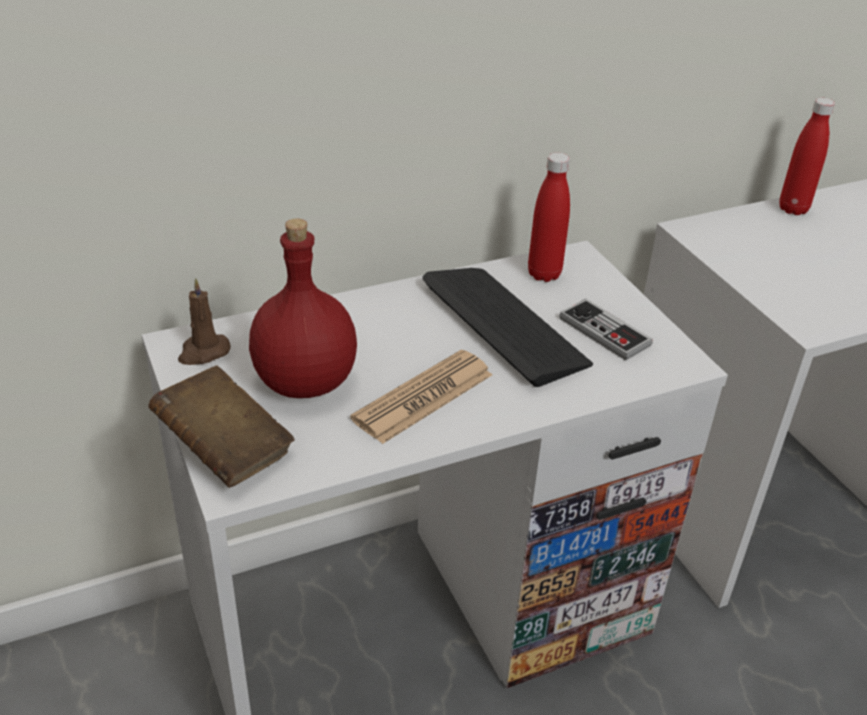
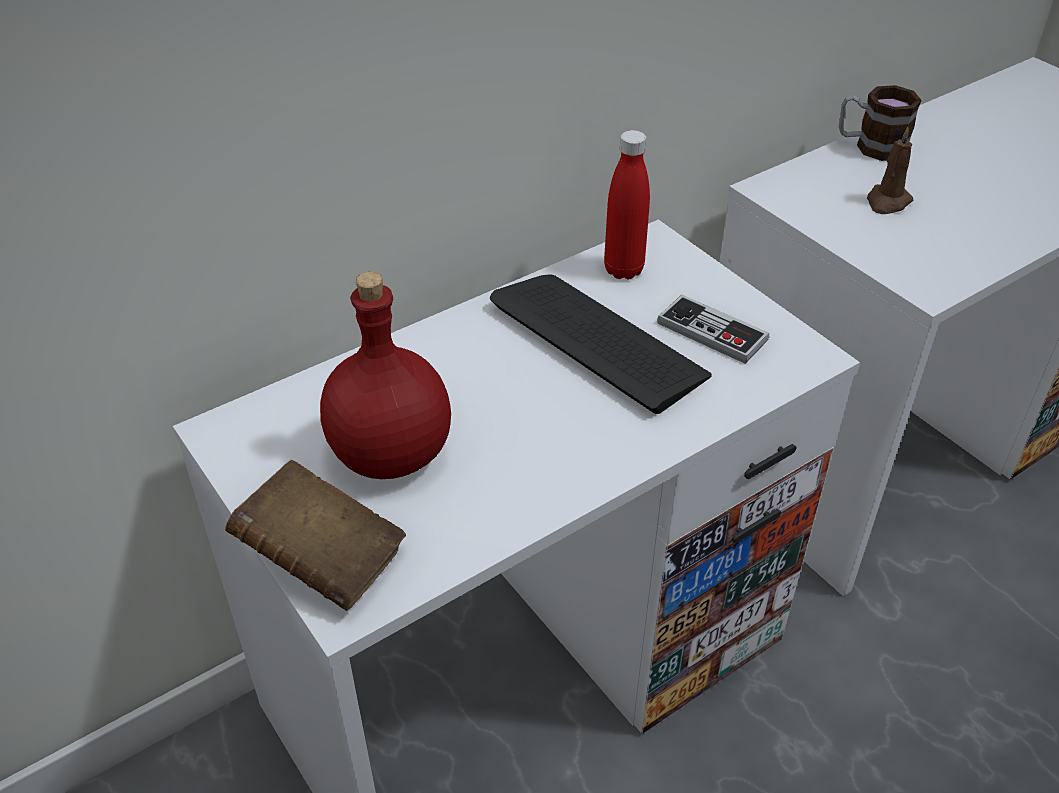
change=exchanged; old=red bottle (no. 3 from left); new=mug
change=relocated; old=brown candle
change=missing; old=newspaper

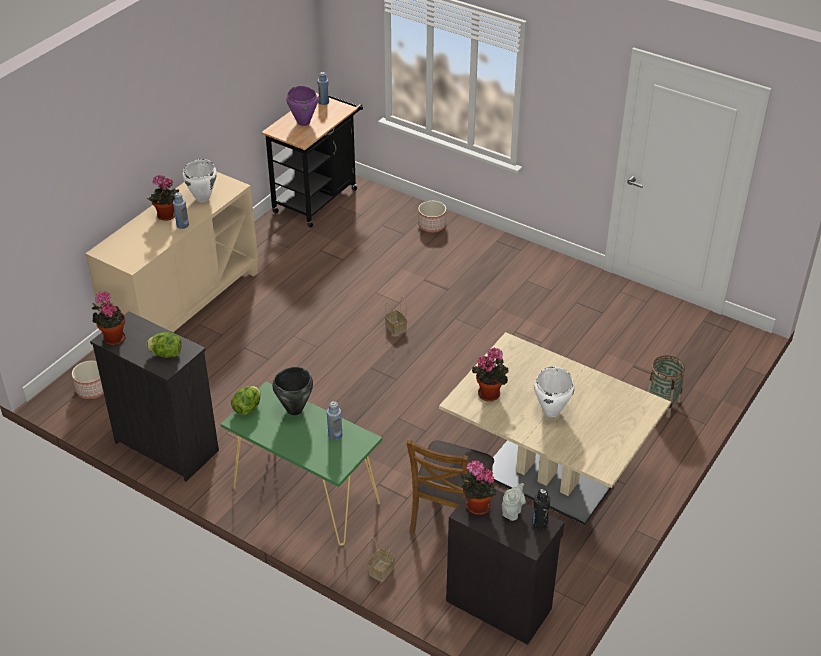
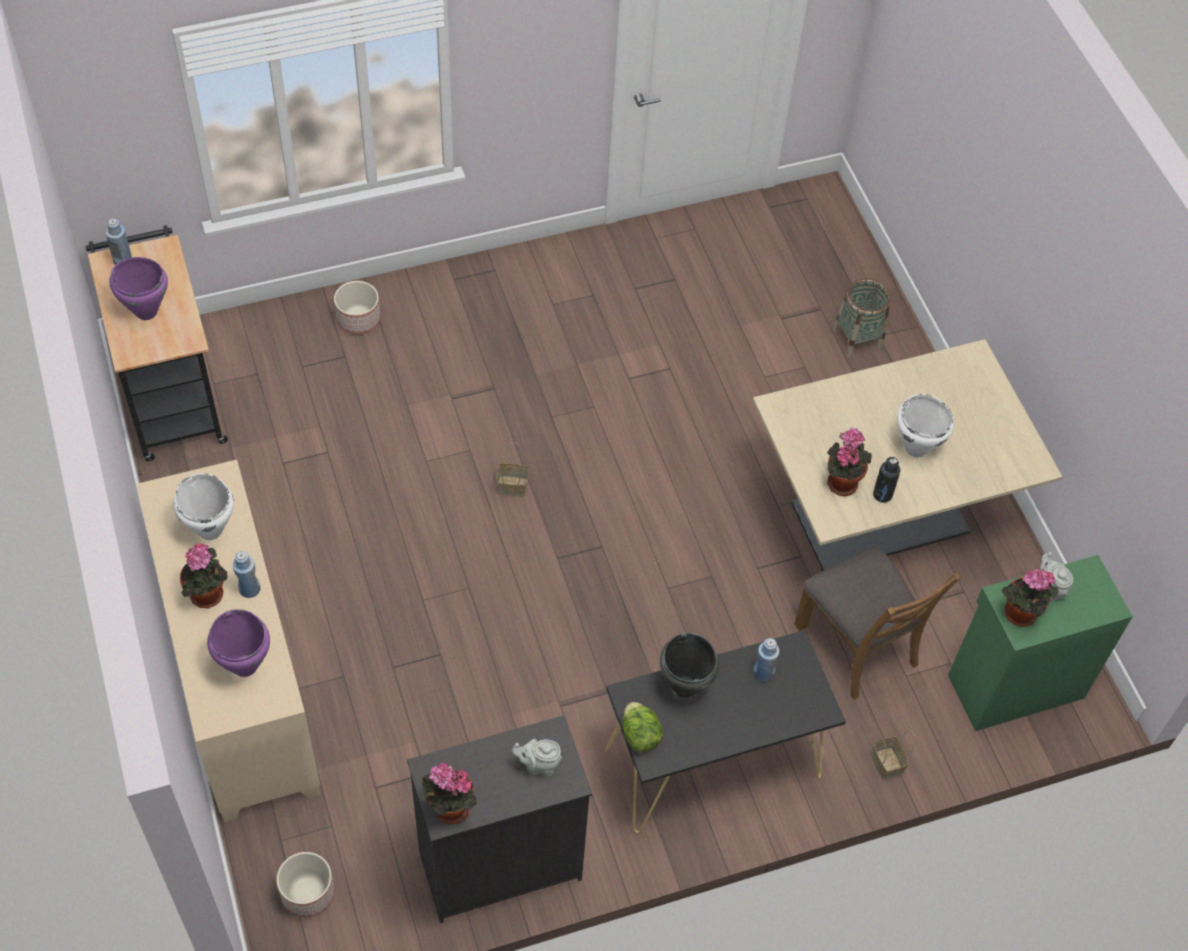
change=exchanged; old=lettuce (no. 1 from left); new=grey teapot (no. 1 from left)
change=colour; old=green console table; new=black console table
change=colour; old=black cabinet; new=green cabinet
change=relocated; old=black bottle
change=appeared; new=purple cooking pot (no. 2 from left)

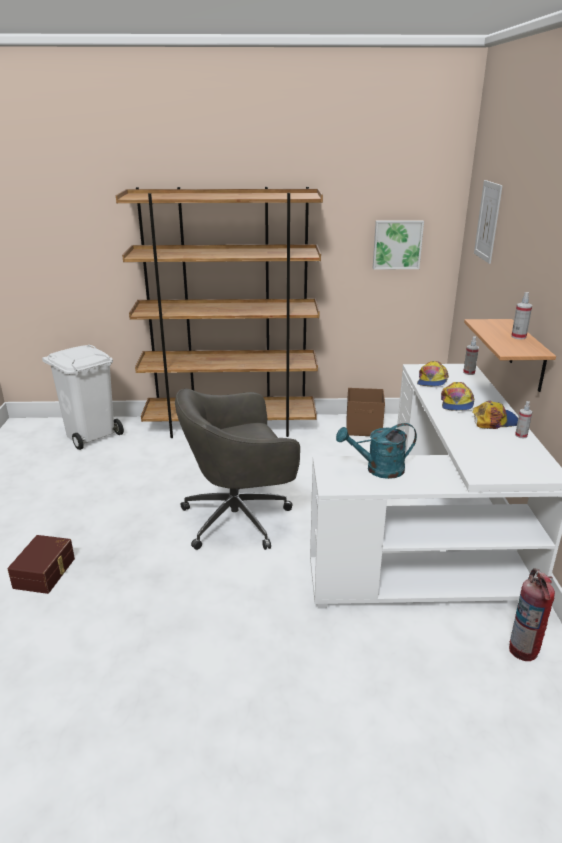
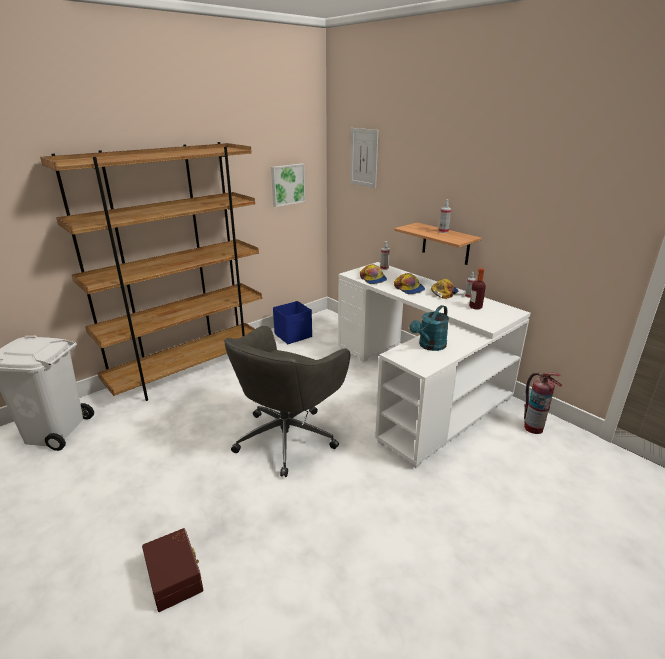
change=colour; old=brown storage box (no. 2 from left); new=blue storage box
change=appeared; new=bottle

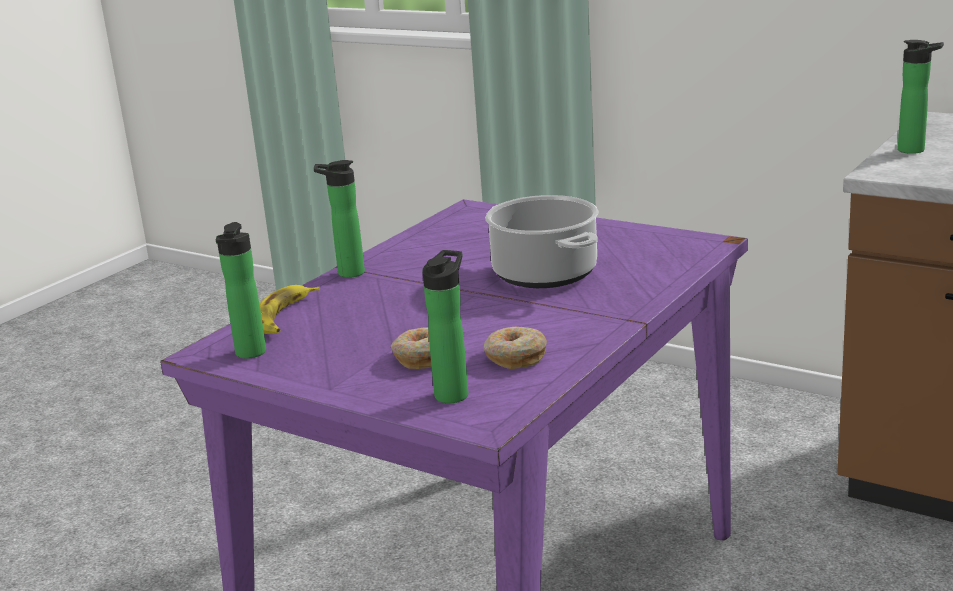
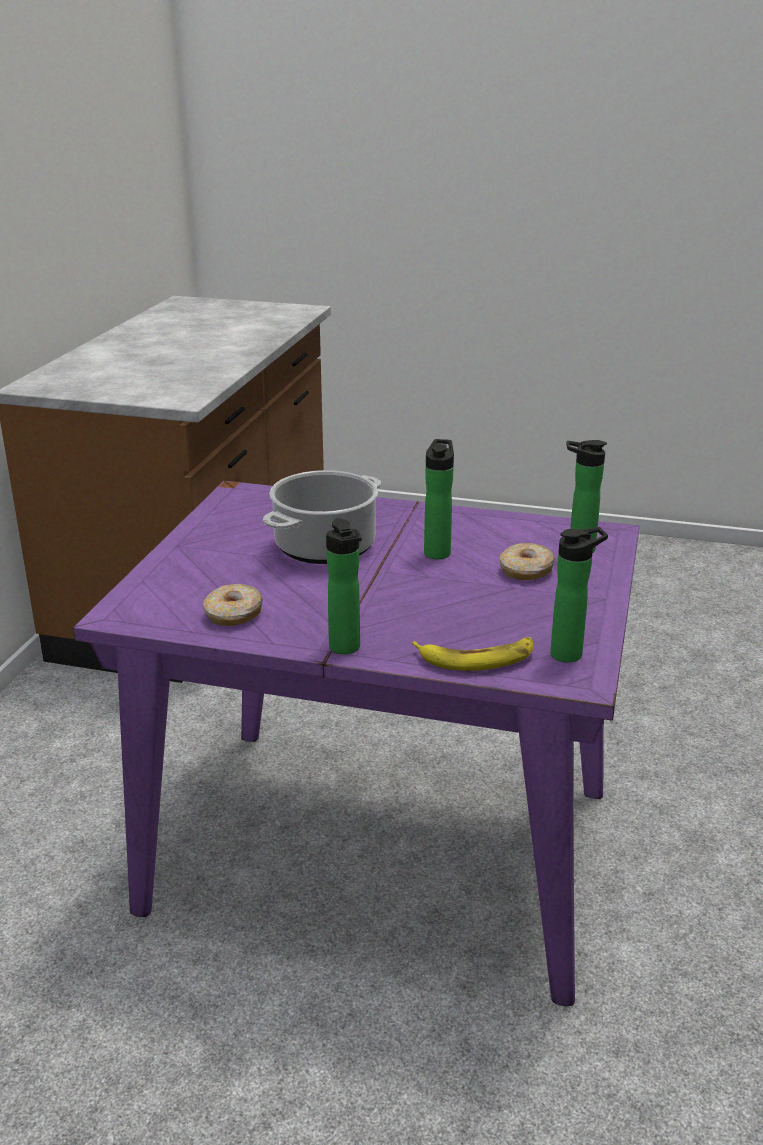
change=relocated; old=bottle (no. 4 from left in the first image); new=bottle (no. 2 from left)
change=relocated; old=donut (no. 2 from left in the first image); new=donut (no. 1 from left)

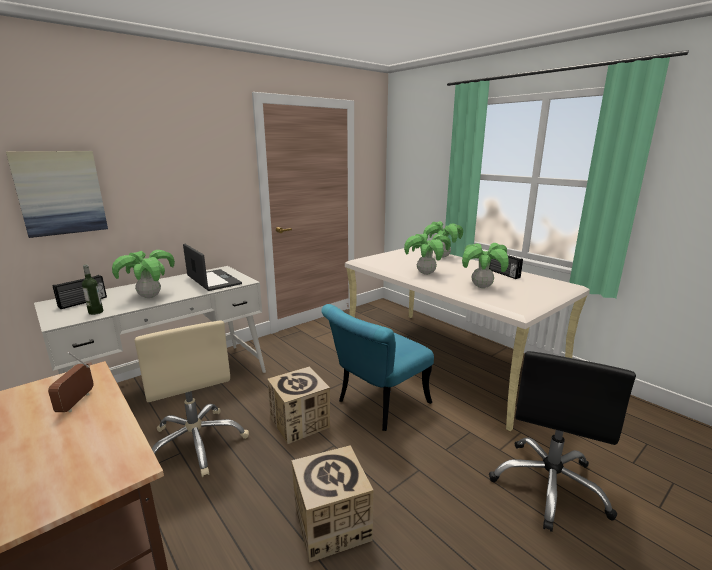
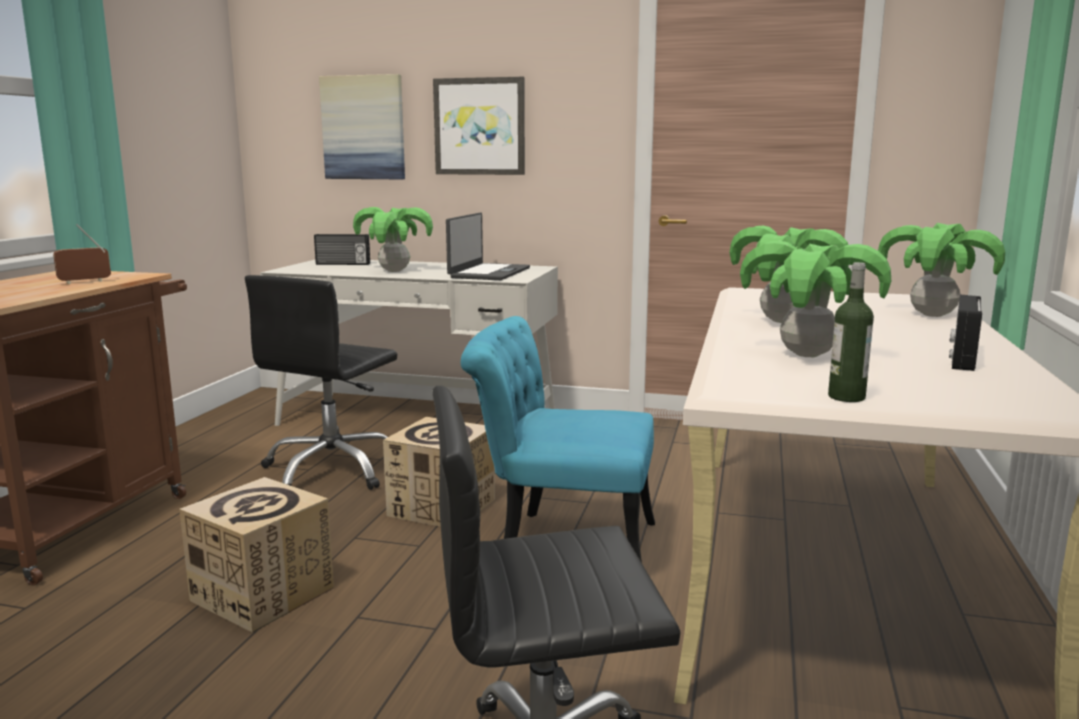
change=relocated; old=bottle
change=colour; old=beige office chair; new=black office chair (no. 1 from left)
change=appeared; new=picture (no. 2 from left)

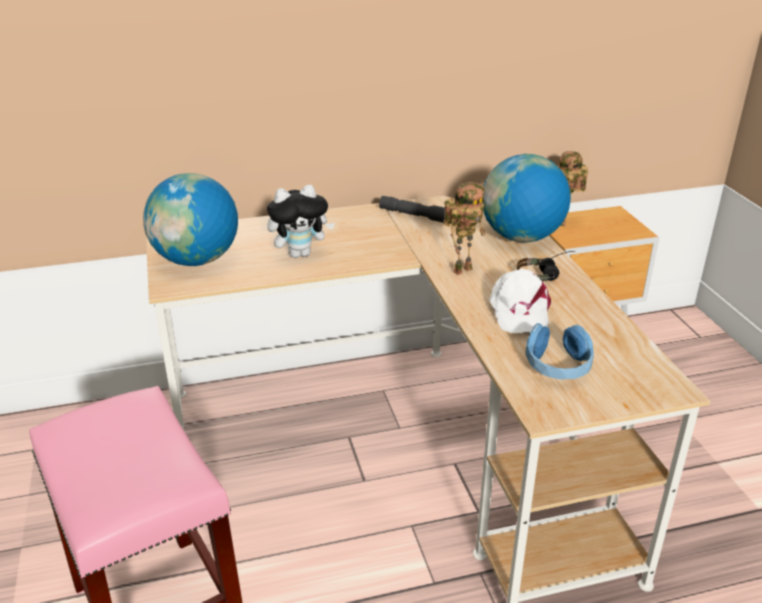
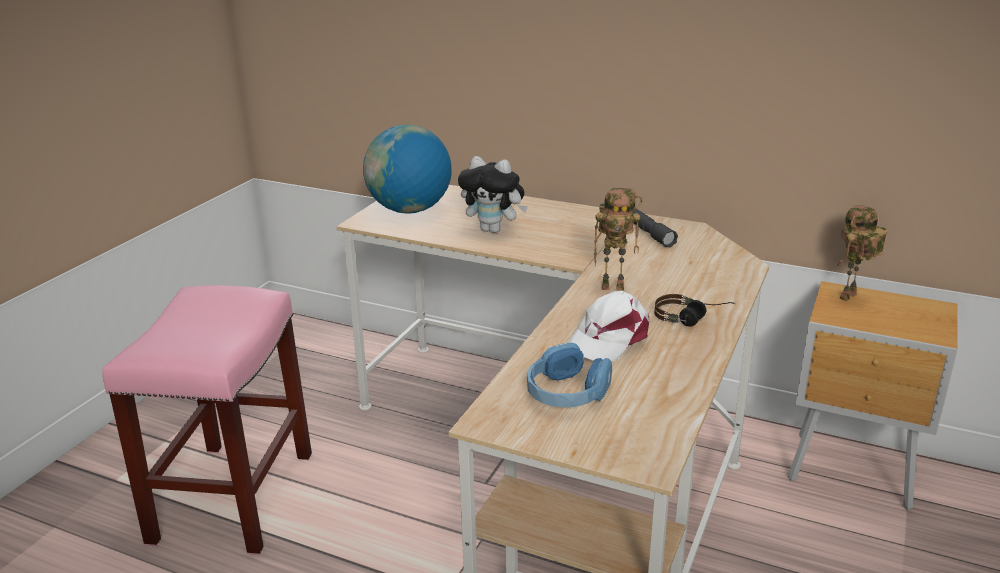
change=missing; old=globe (no. 2 from left)

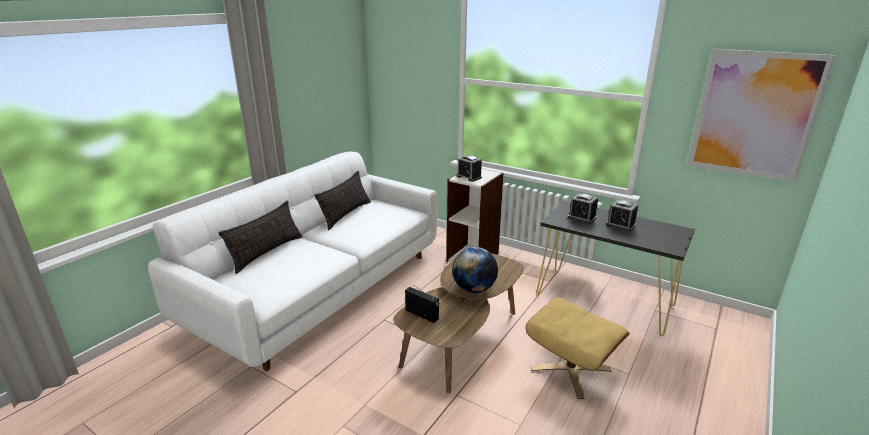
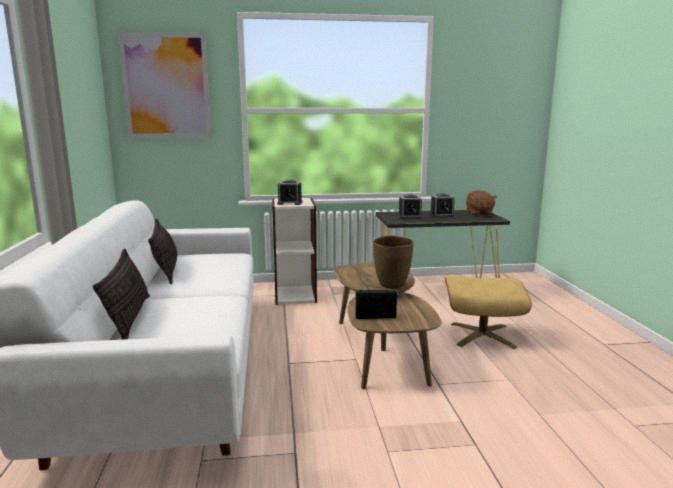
change=relocated; old=picture
change=exchanged; old=globe; new=brown vase
change=appeared; new=brown plush toy

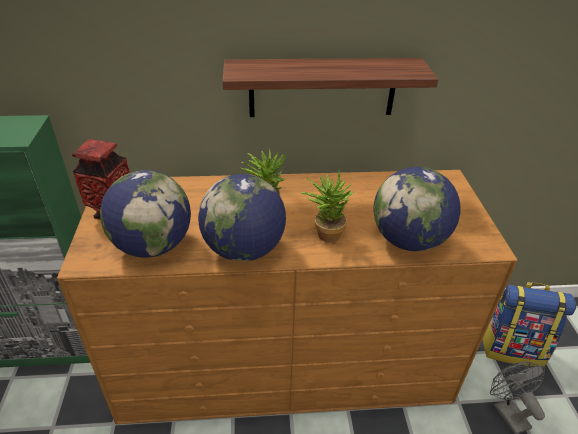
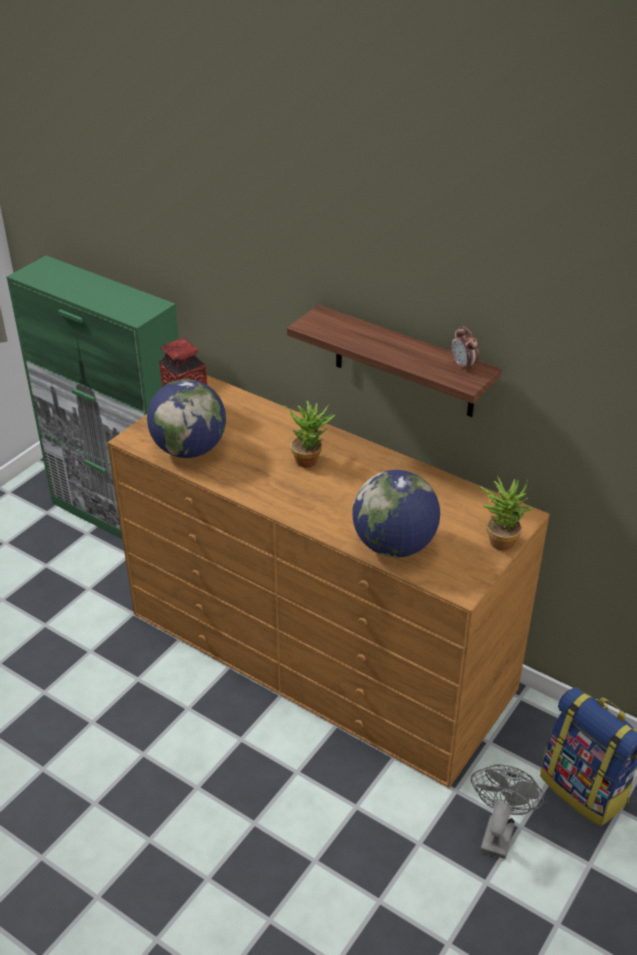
change=relocated; old=potted plant (no. 2 from left)
change=missing; old=globe (no. 2 from left)
change=appeared; new=alarm clock

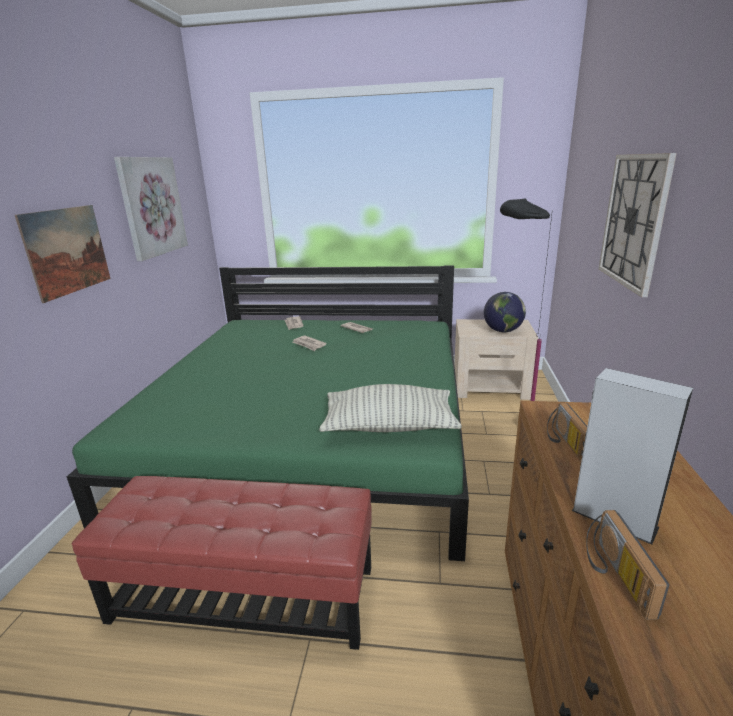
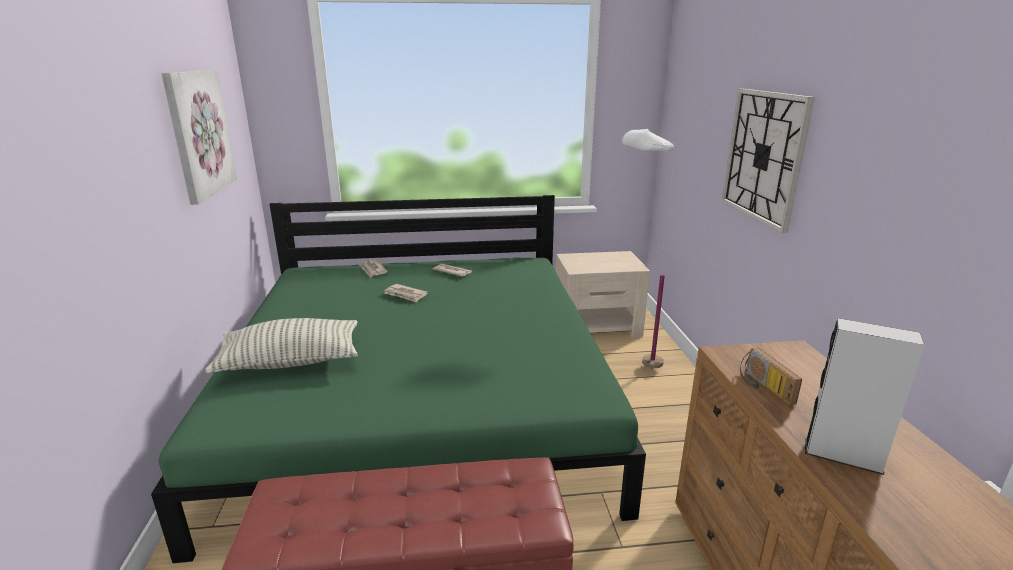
change=colour; old=black floor lamp; new=white floor lamp
change=missing; old=picture (no. 1 from left)
change=missing; old=globe
change=relocated; old=pillow
change=missing; old=radio (no. 2 from left)

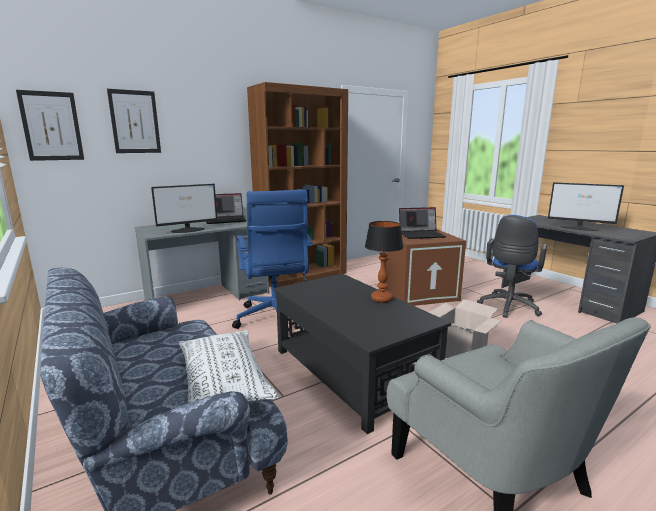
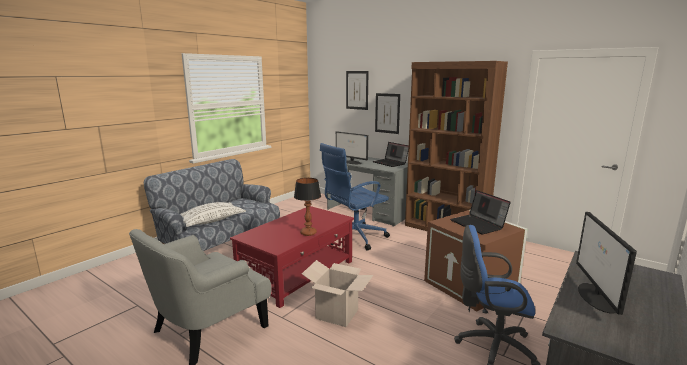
change=relocated; old=picture (no. 1 from left in the first image); new=picture (no. 2 from left)
change=colour; old=black coffee table; new=red coffee table

